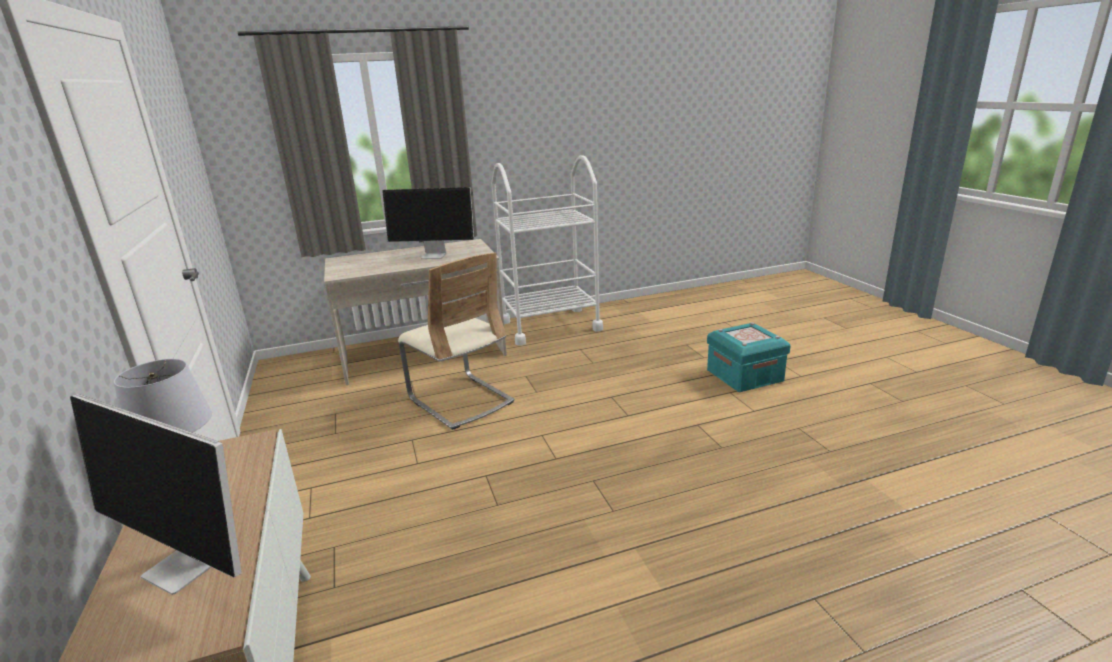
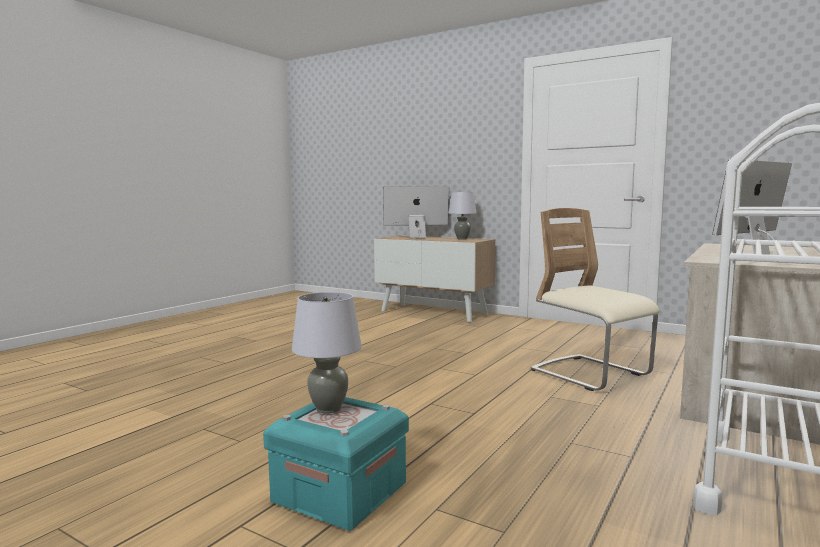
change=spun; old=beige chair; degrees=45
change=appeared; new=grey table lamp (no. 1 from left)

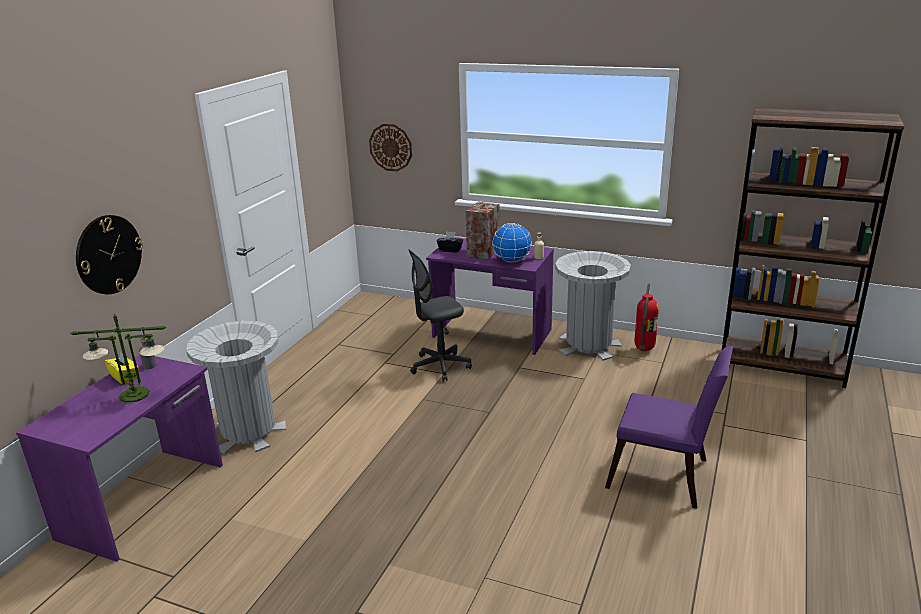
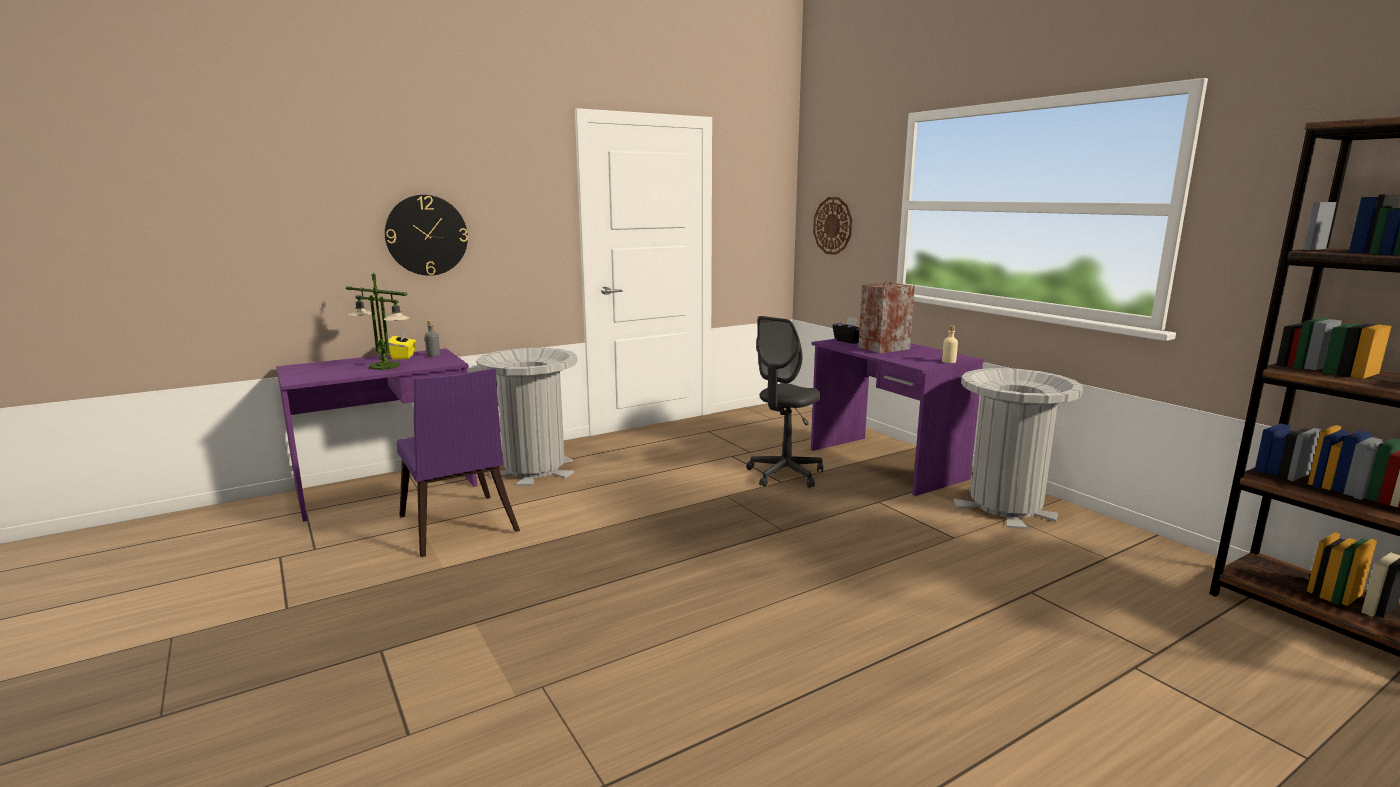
change=missing; old=globe
change=spun; old=grey office chair; degrees=-60
change=missing; old=fire extinguisher
change=relocated; old=purple chair

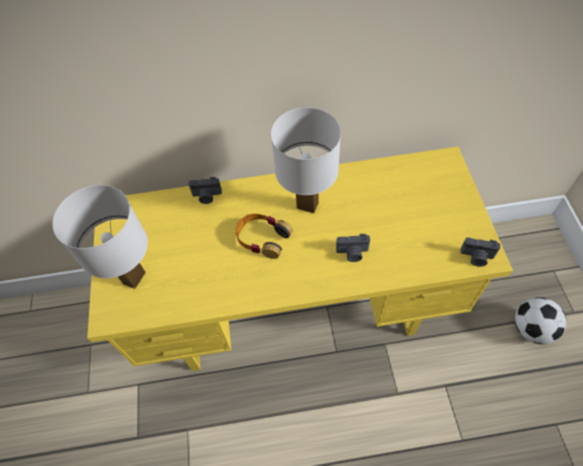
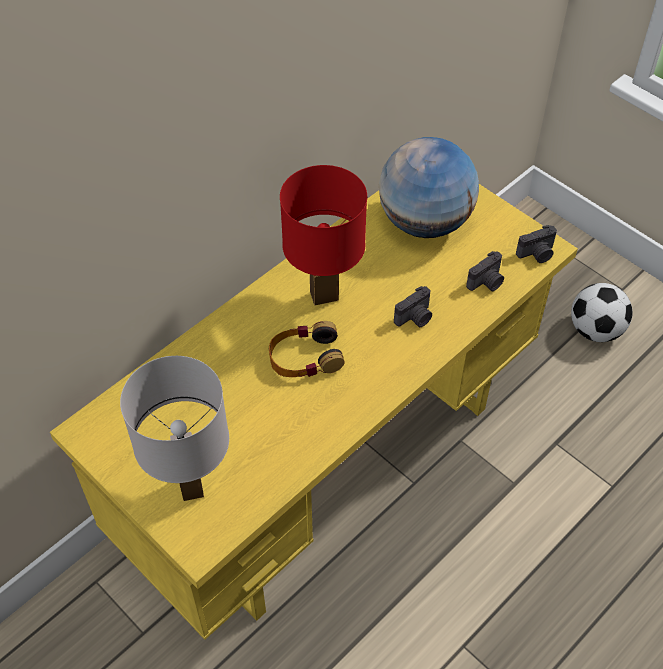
change=colour; old=white table lamp (no. 2 from left); new=red table lamp
change=relocated; old=photo camera (no. 1 from left in the first image); new=photo camera (no. 2 from left)
change=appeared; new=globe

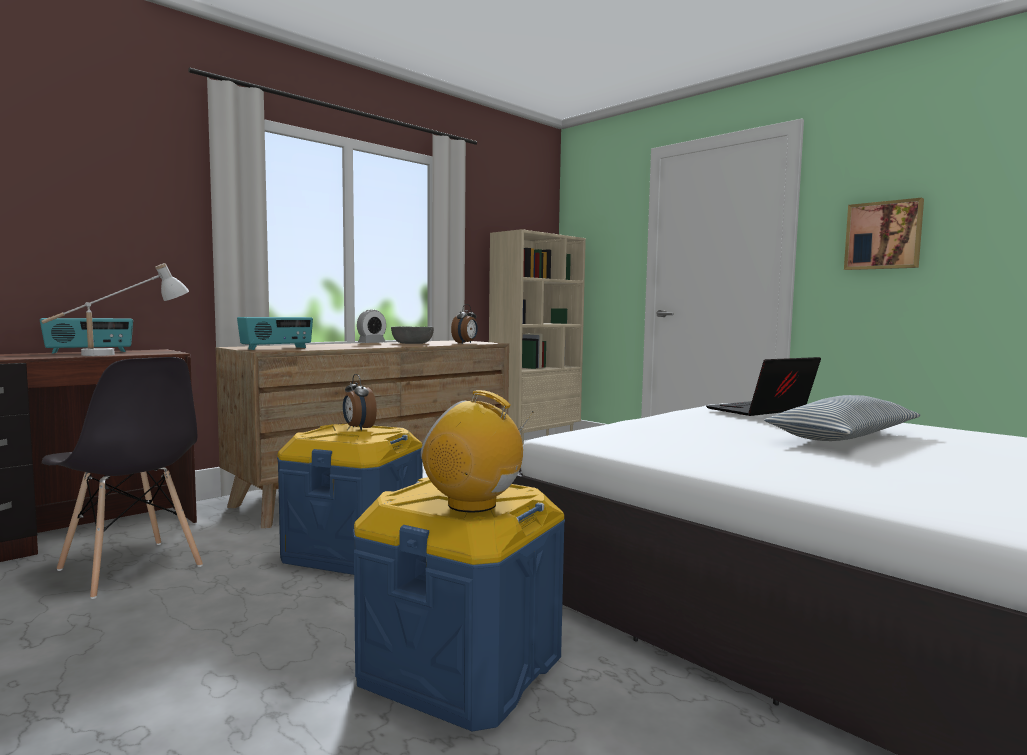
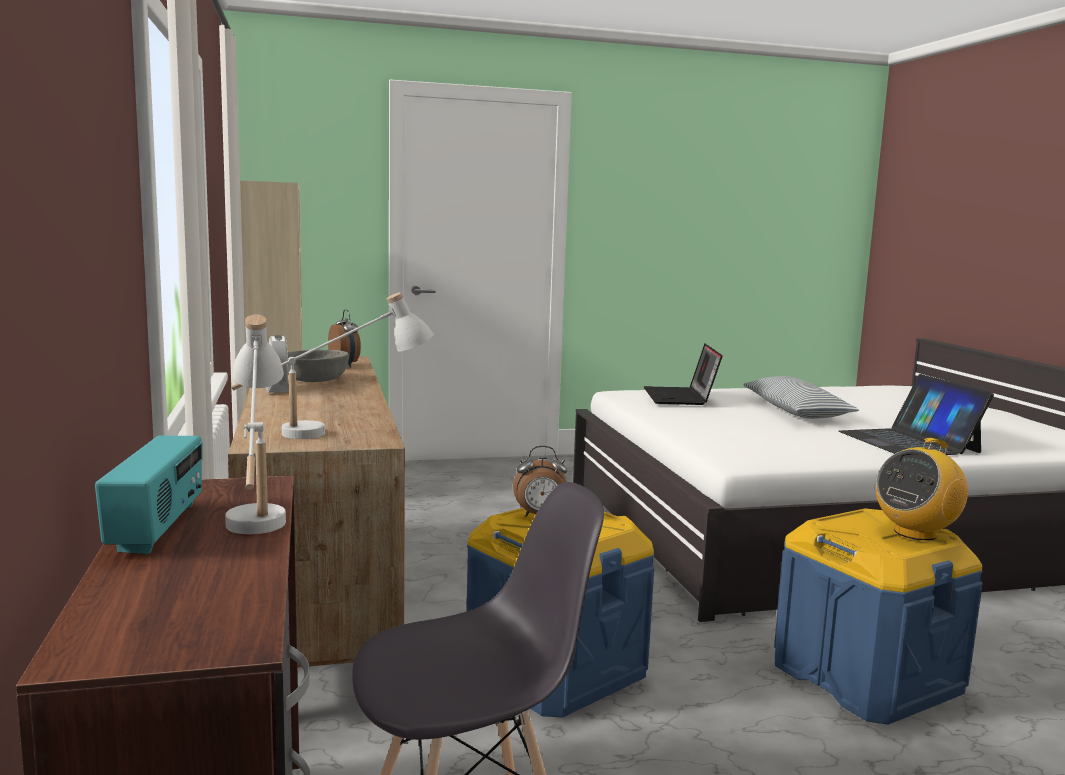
change=missing; old=picture
change=exchanged; old=radio (no. 2 from left); new=white table lamp (no. 2 from left)
change=appeared; new=laptop (no. 2 from left)

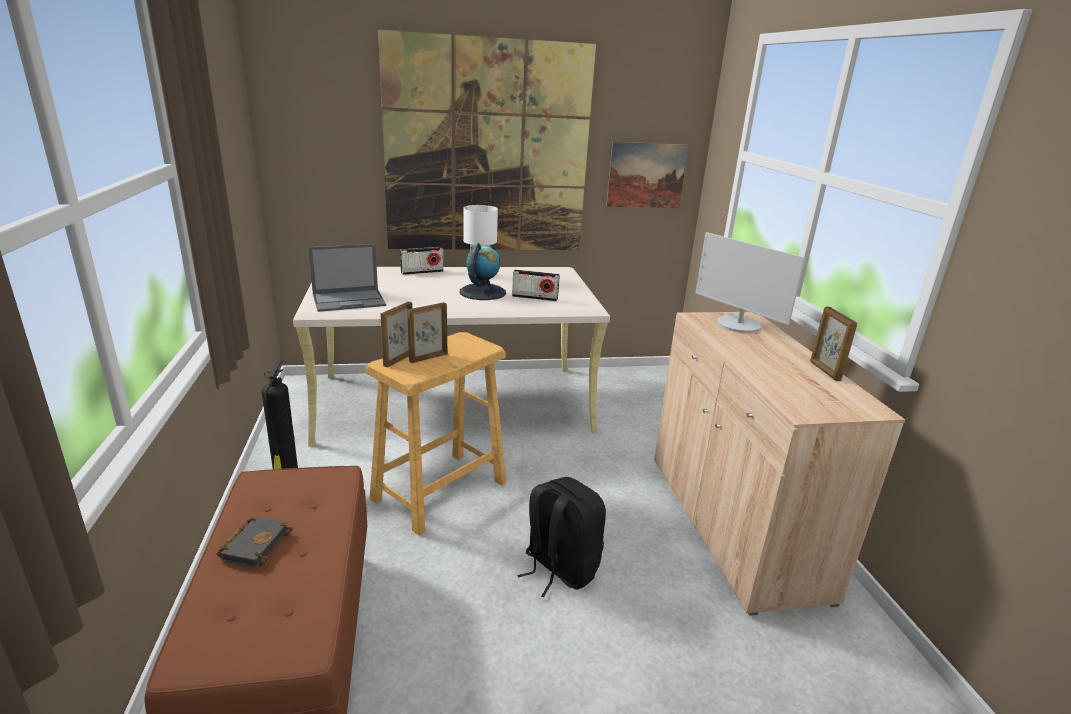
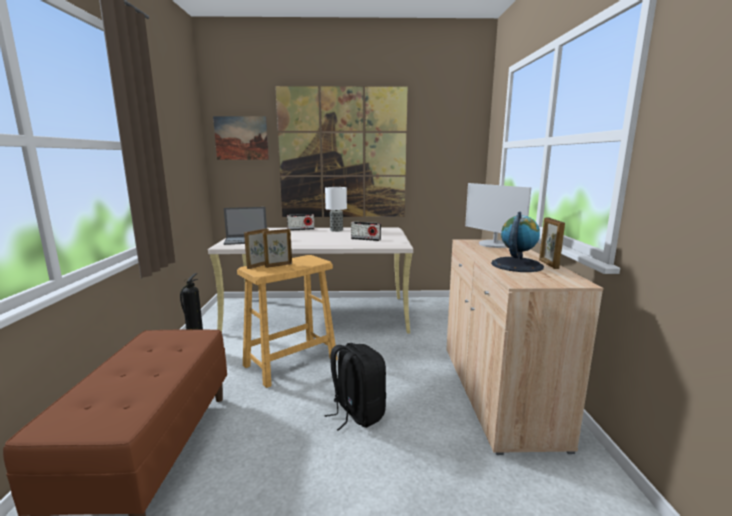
change=relocated; old=picture (no. 2 from left in the first image); new=picture (no. 1 from left)
change=relocated; old=globe
change=missing; old=black book

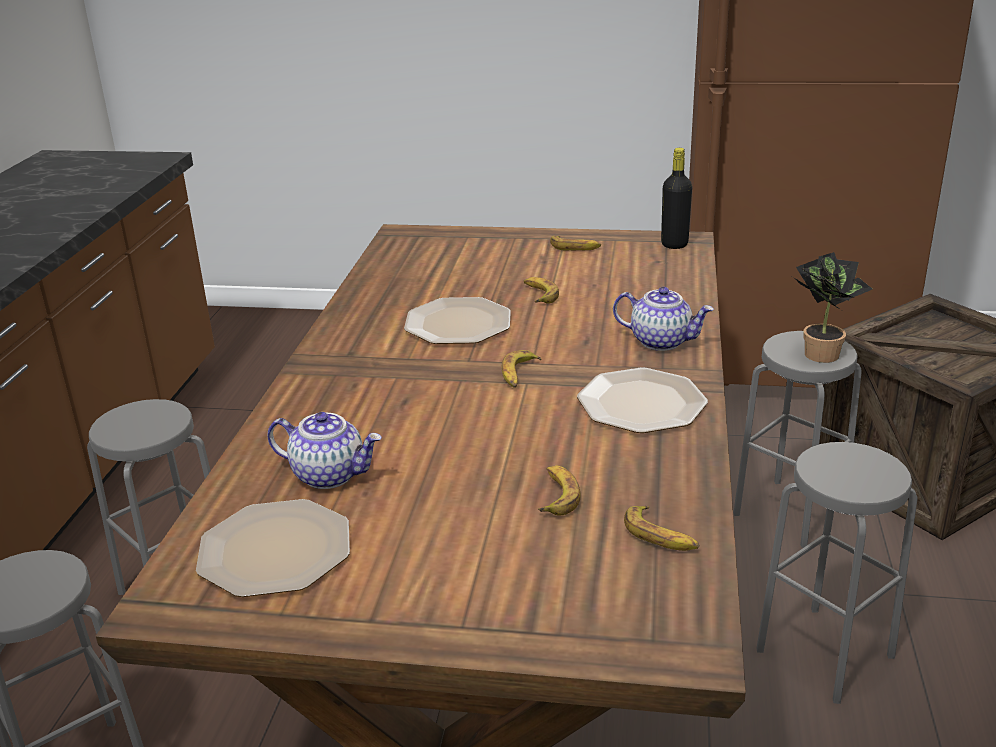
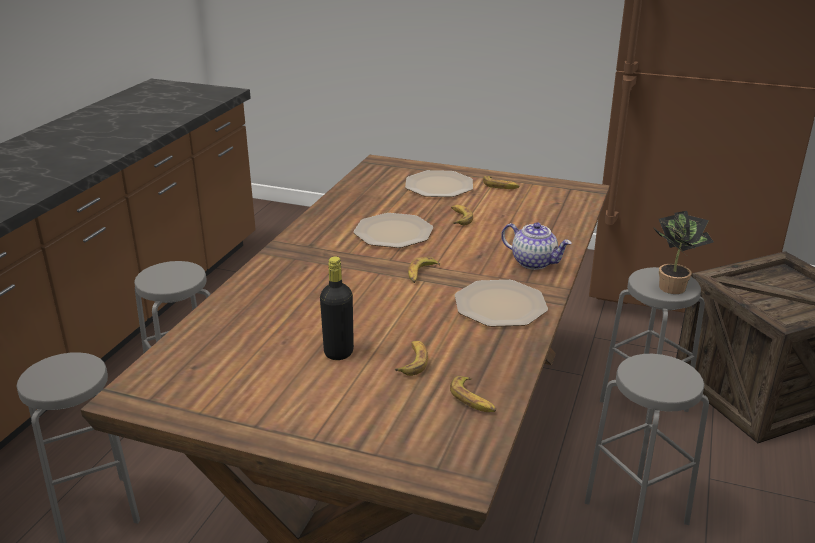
change=relocated; old=black bottle
change=missing; old=teapot (no. 1 from left)
change=relocated; old=plate (no. 1 from left in the first image); new=plate (no. 2 from left)

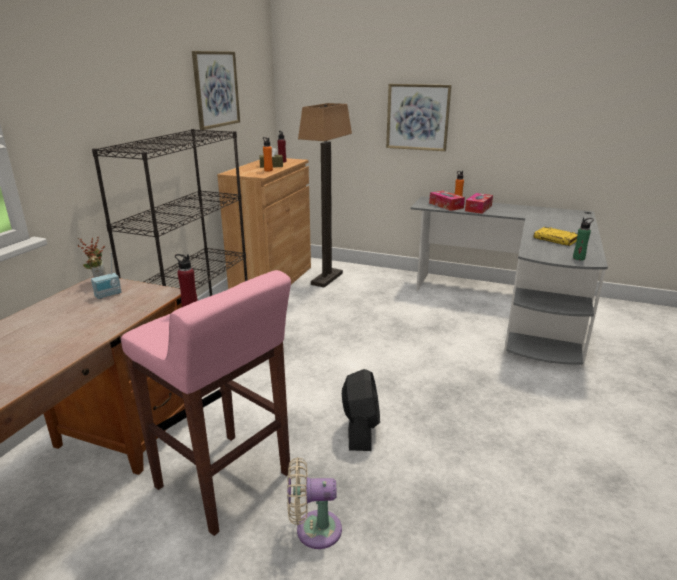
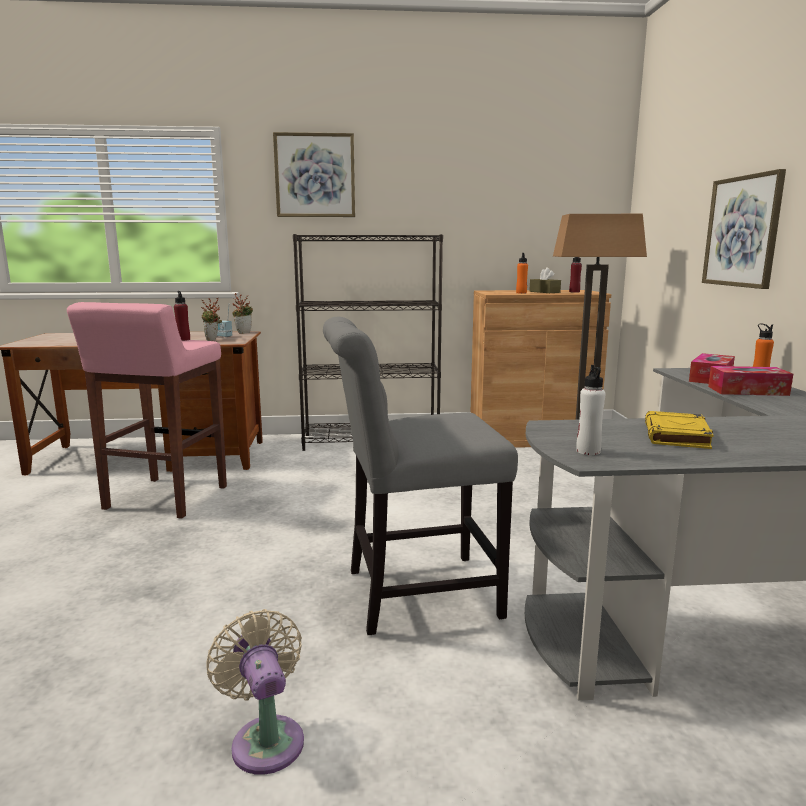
change=relocated; old=picture (no. 1 from left)
change=colour; old=green bottle; new=white bottle
change=missing; old=black fan
change=relocated; old=beige fan
change=appeared; new=potted plant (no. 1 from left)
change=appeared; new=grey chair

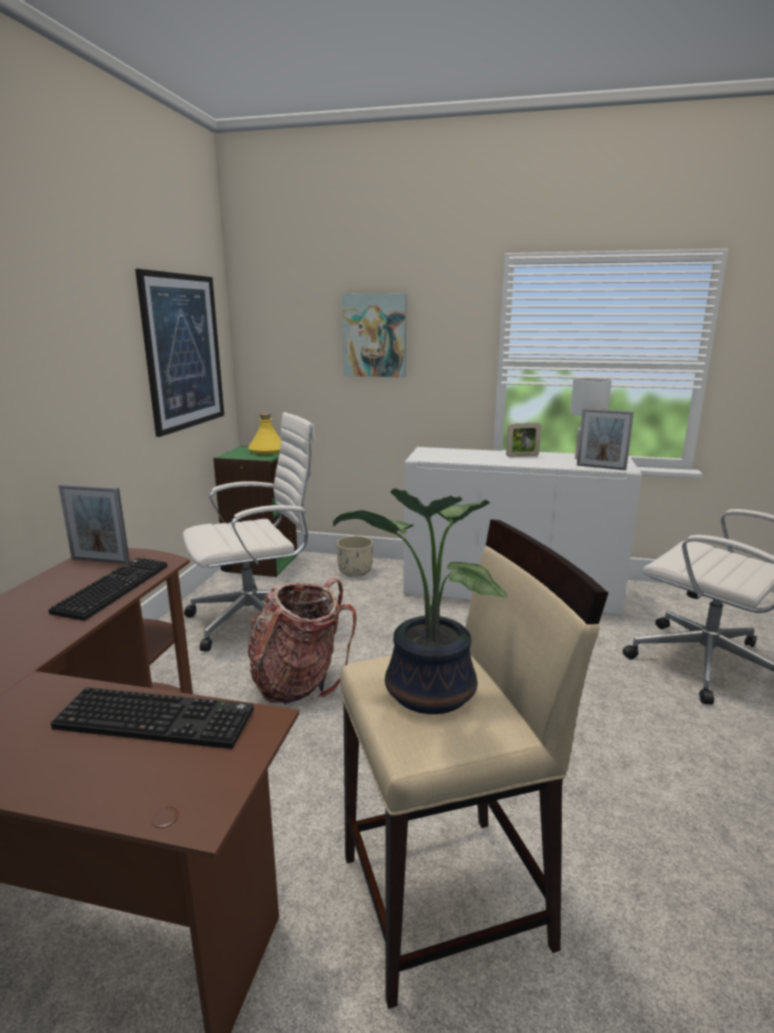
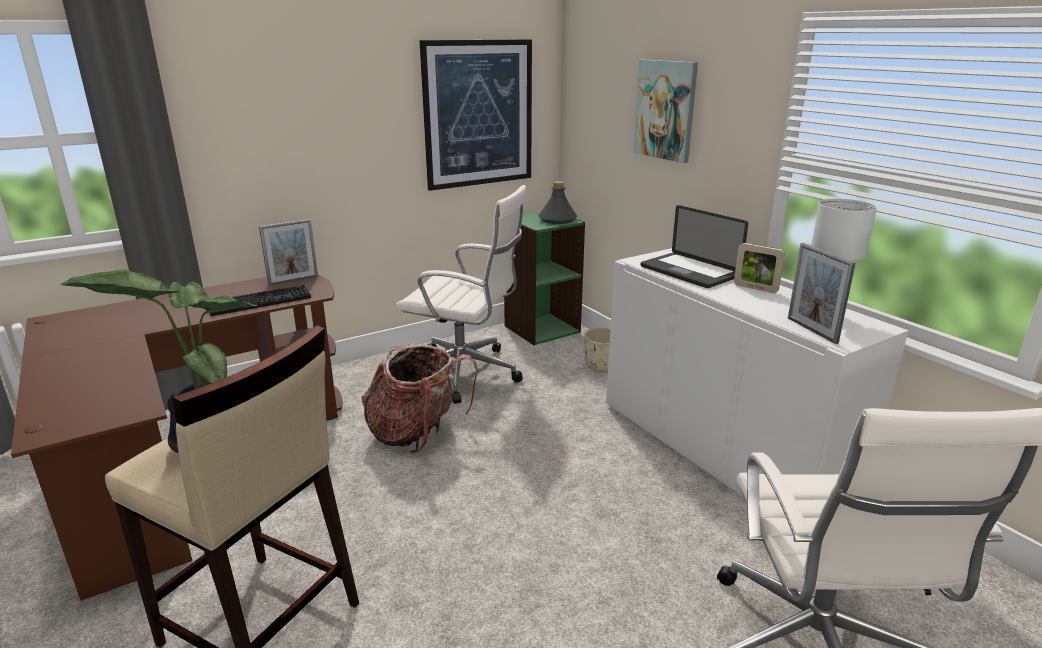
change=colour; old=yellow bottle; new=grey bottle
change=spun; old=picture frame (no. 1 from left); degrees=-90
change=missing; old=keyboard (no. 2 from left)
change=appeared; new=laptop

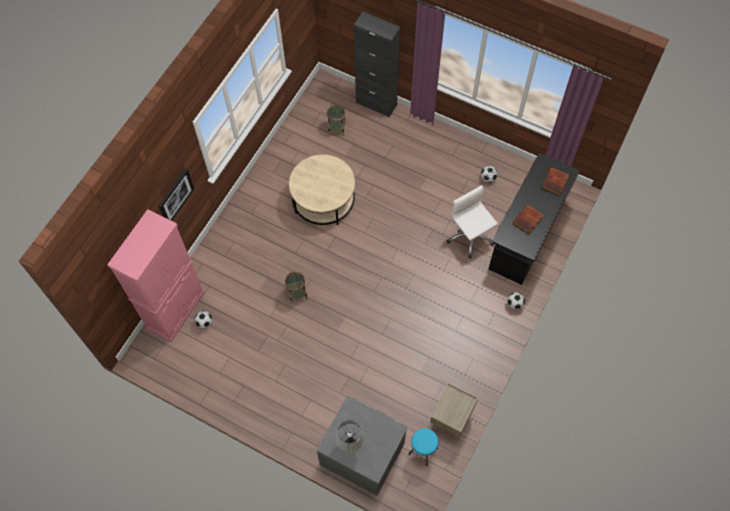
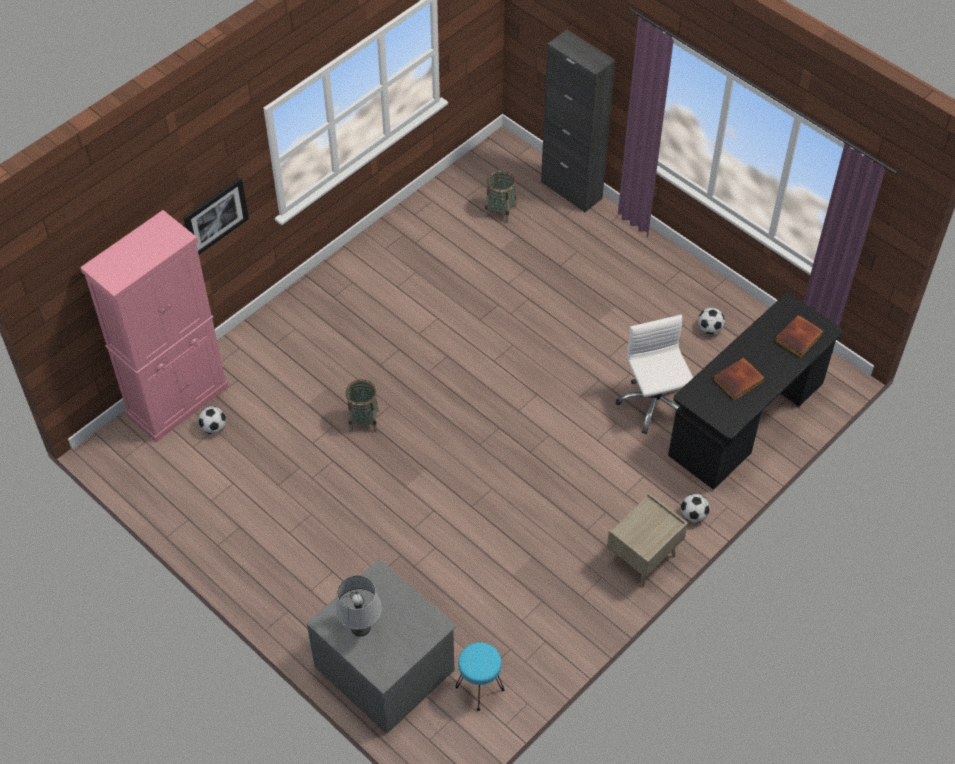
change=missing; old=beige coffee table
change=relocated; old=beige nightstand

